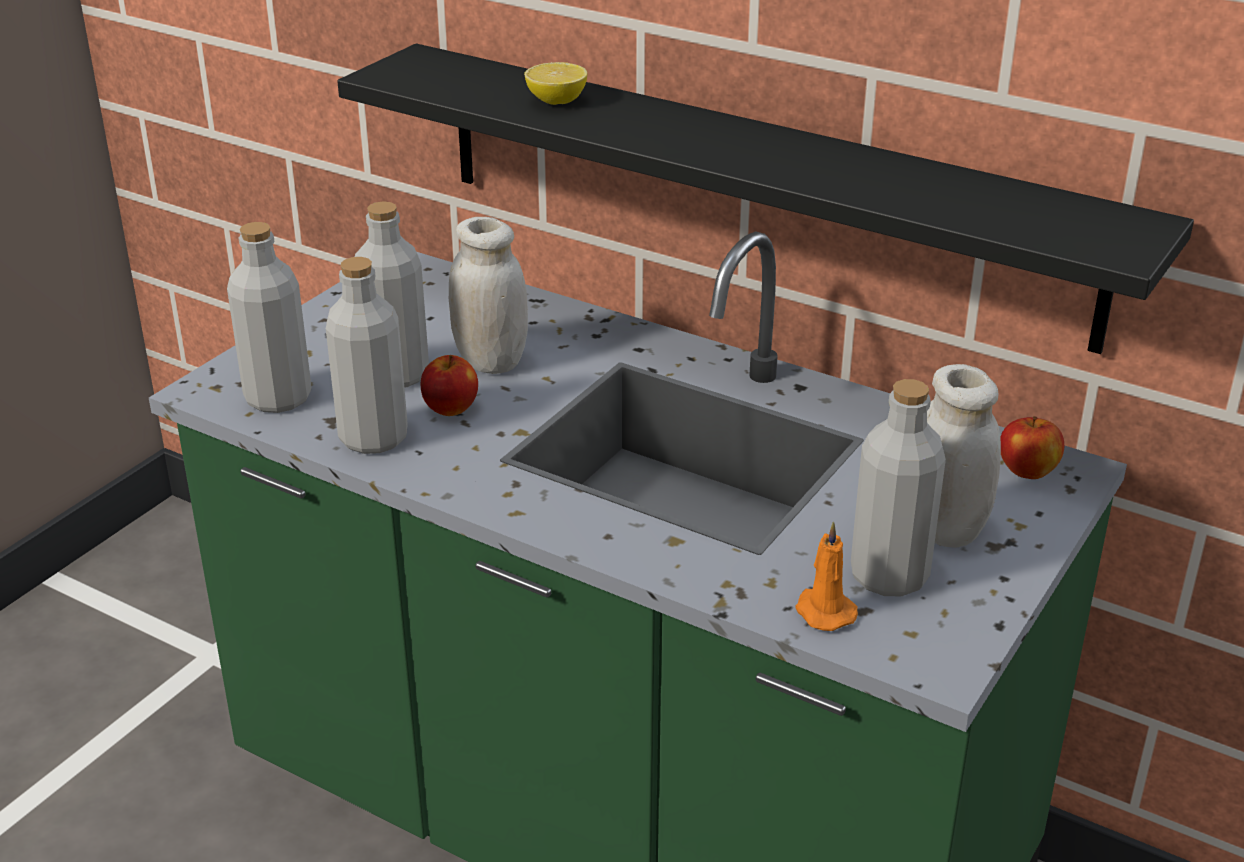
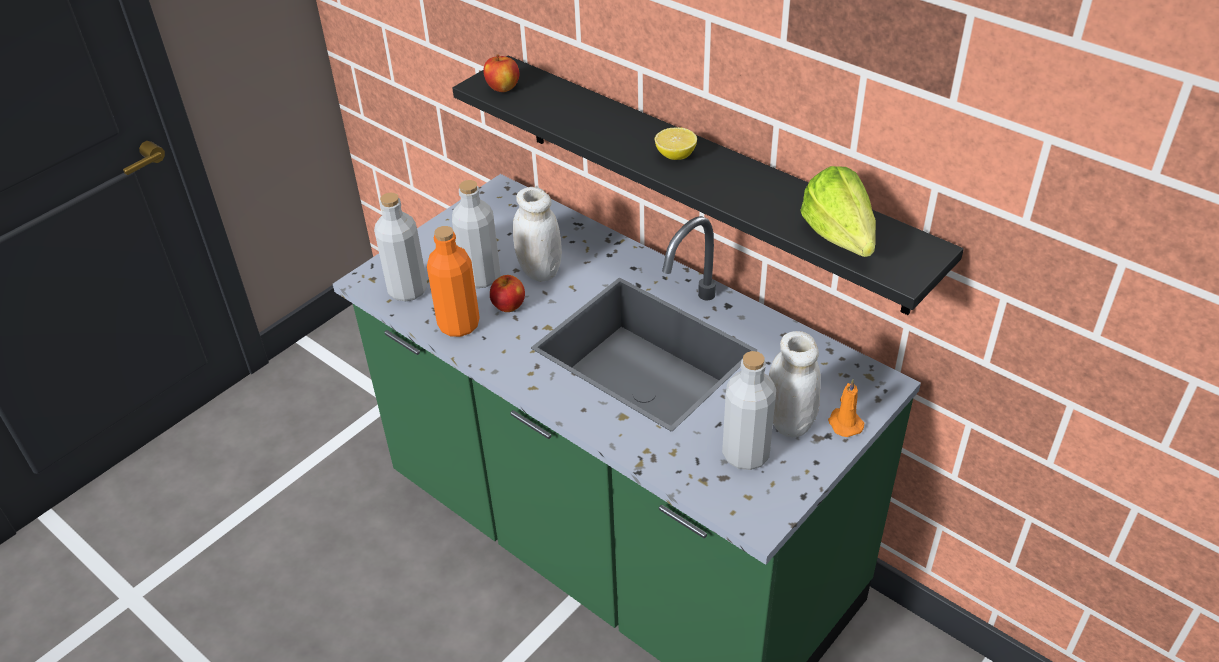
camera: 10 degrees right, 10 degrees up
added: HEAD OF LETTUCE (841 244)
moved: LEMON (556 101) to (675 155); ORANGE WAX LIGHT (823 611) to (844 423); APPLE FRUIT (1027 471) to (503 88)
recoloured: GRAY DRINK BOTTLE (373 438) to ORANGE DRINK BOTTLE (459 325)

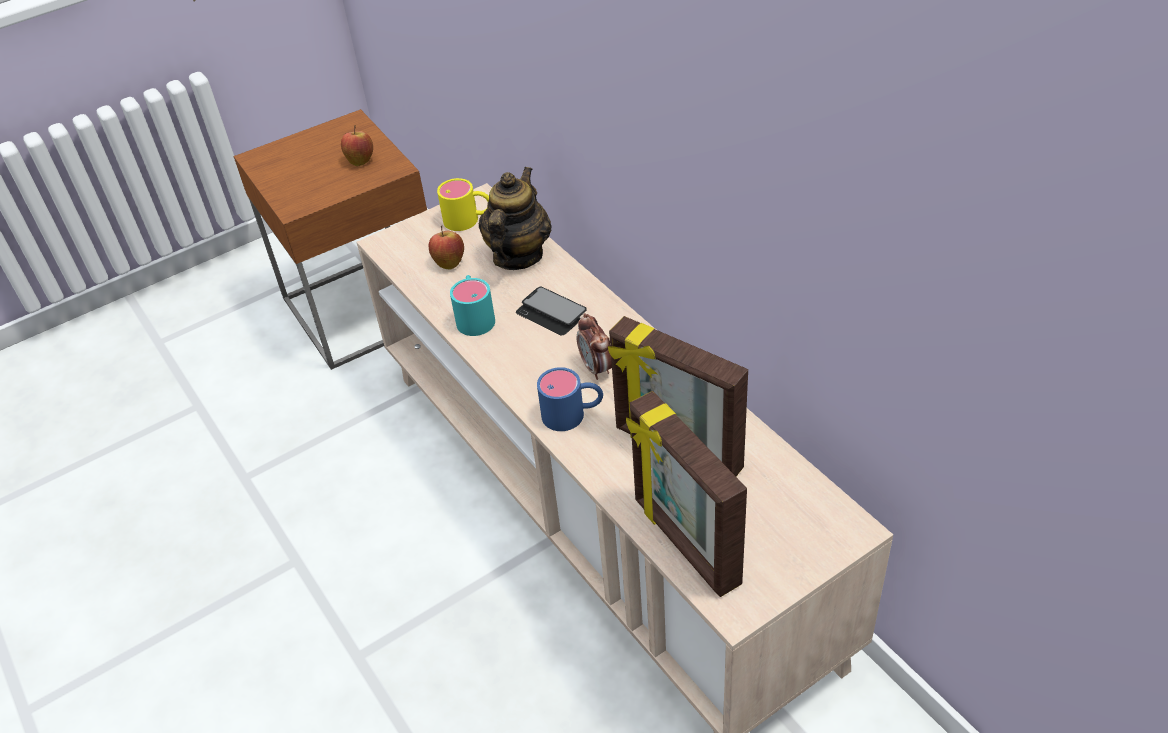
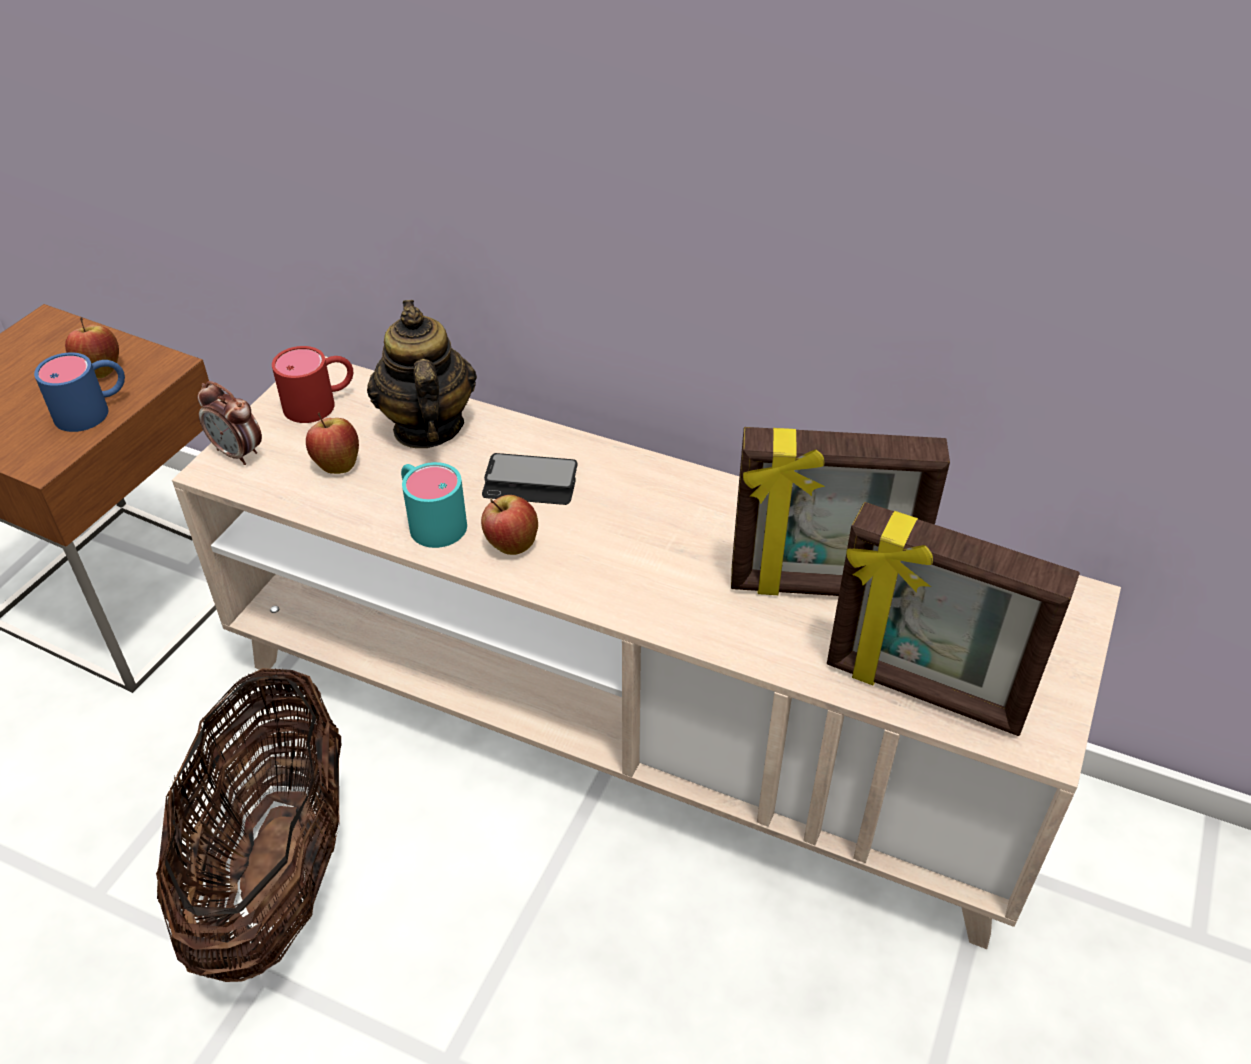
camera: 35 degrees left, 0 degrees up
added: STORAGE BASKET (276 870); APPLE FRUIT (511 545)
moved: BLUE-COLOURED TEA MUG (573 414) to (94 410); TABLE CLOCK (597 368) to (238 453)
recoloured: YELLOWISH TEA MUG (469 220) to RED-COLOURED TEA MUG (321 403)

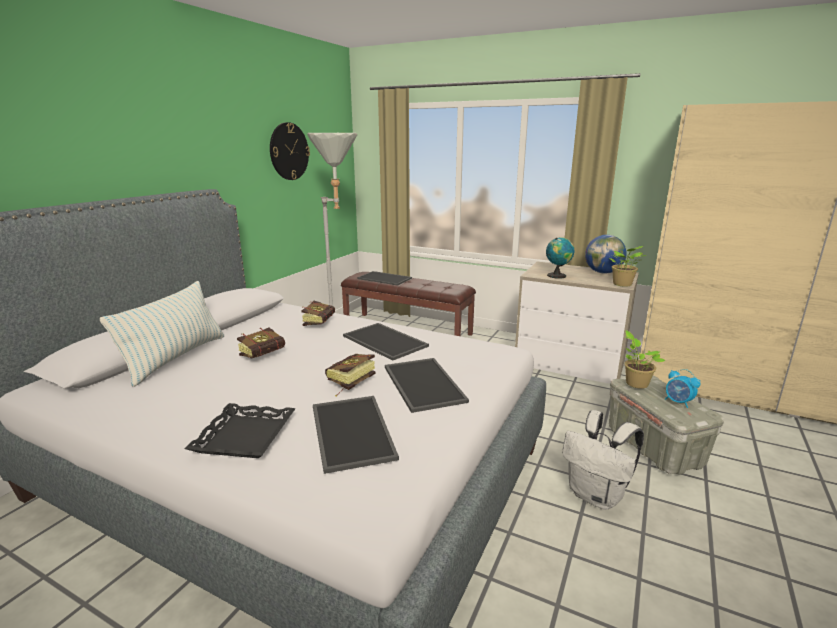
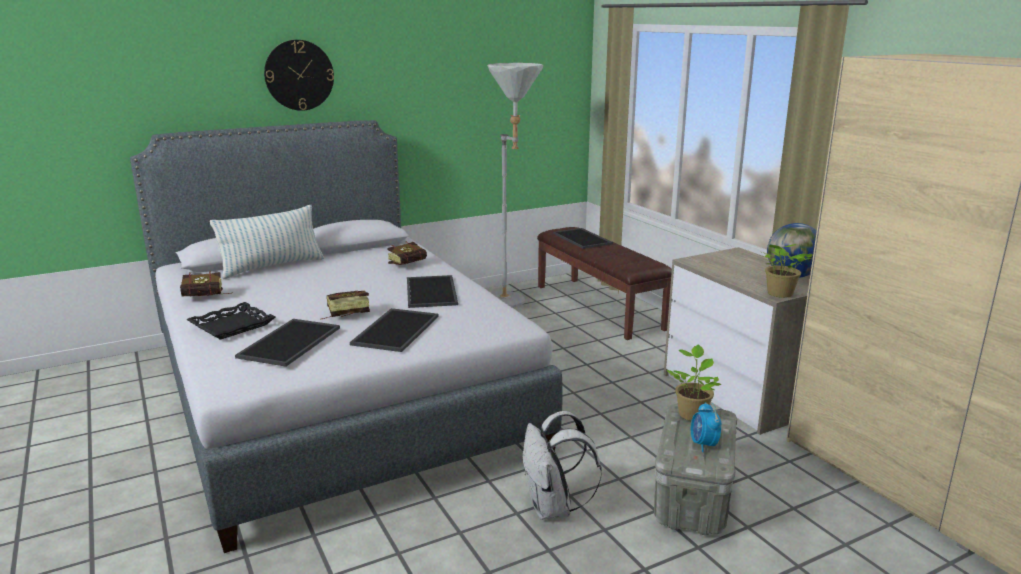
camera: 35 degrees right, 0 degrees up
removed: GLOBE (557 275)
moved: BOUND BOOK (267 354) to (208 297); HANGING CLOCK (289 151) to (299 75)

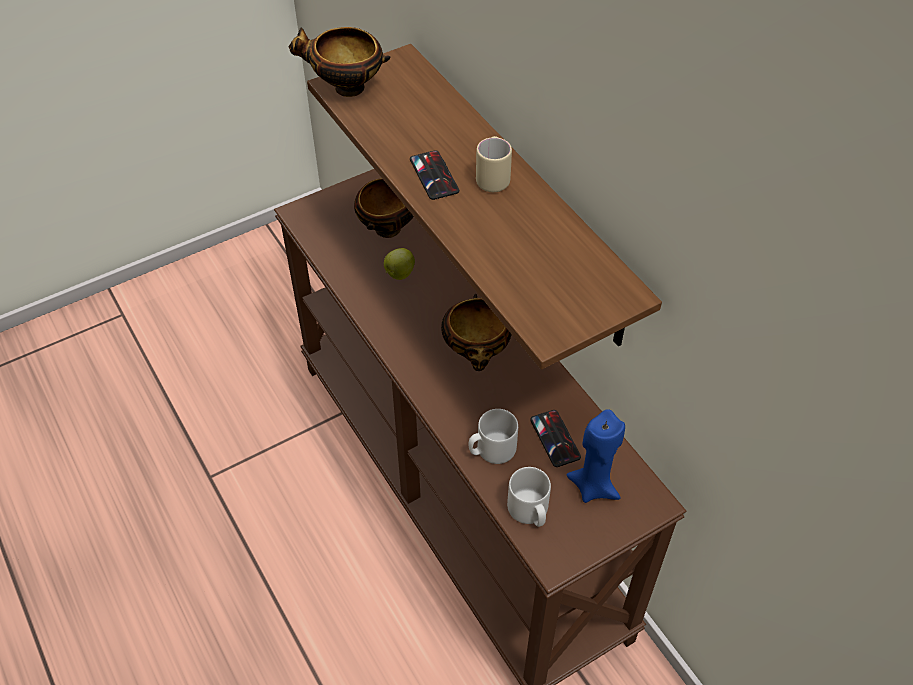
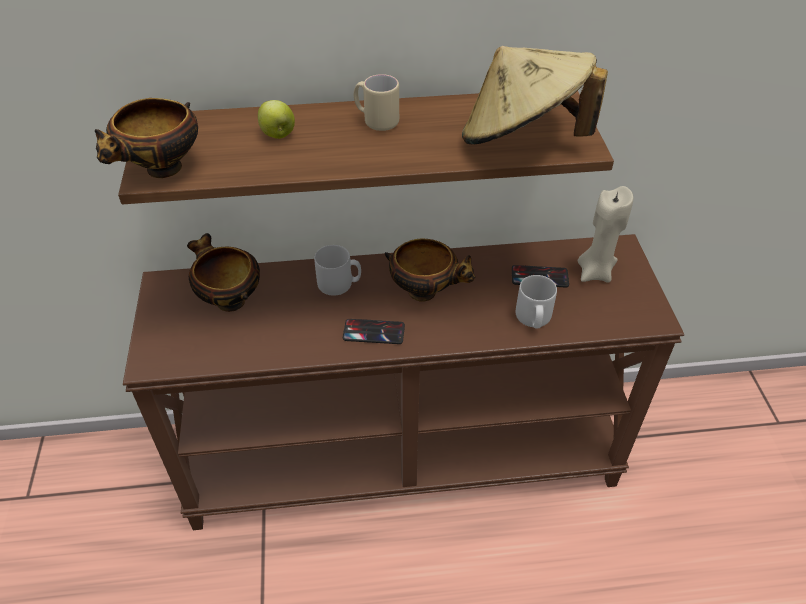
camera: 65 degrees left, 5 degrees down
added: BEIGE WEARABLE HAT (522 139)
moved: APPLE FRUIT (399 274) to (278 135); PHONE (434 175) to (374 332); GRAY TEA MUG (529 511) to (339 284)
recoloured: BLUE-COLOURED WAX LIGHT (593 486) to BEIGE WAX LIGHT (595 272)

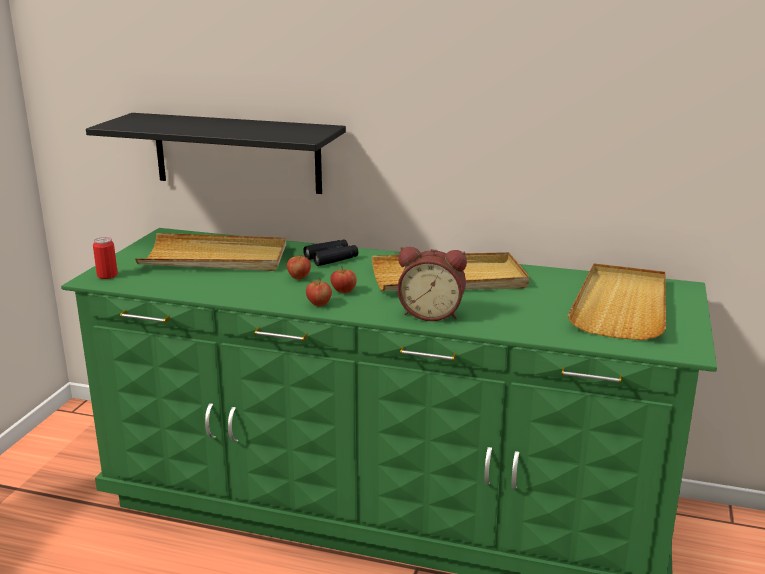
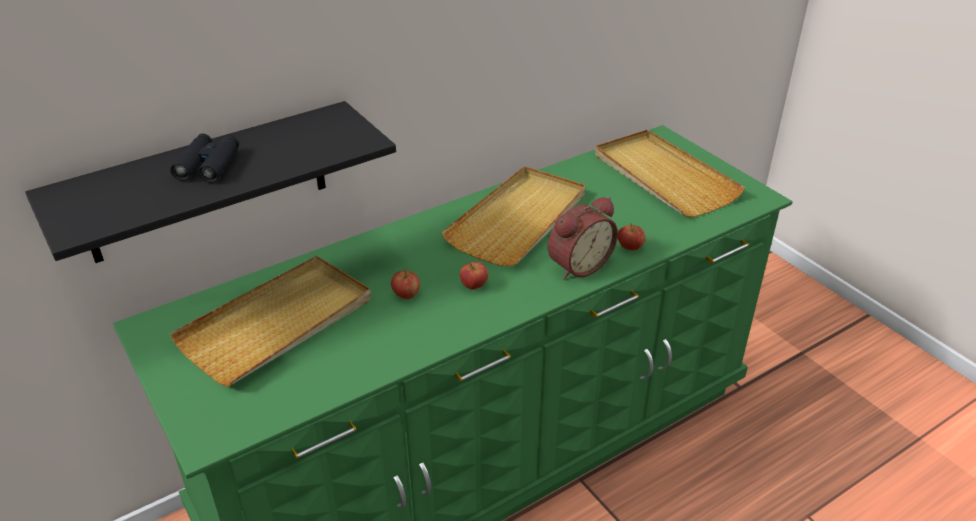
camera: 50 degrees left, 15 degrees up
removed: METAL CAN (107 275)
moved: BLACKISH BINOCULARS (331 258) to (208 165); APPLE FRUIT (319 304) to (630 247)

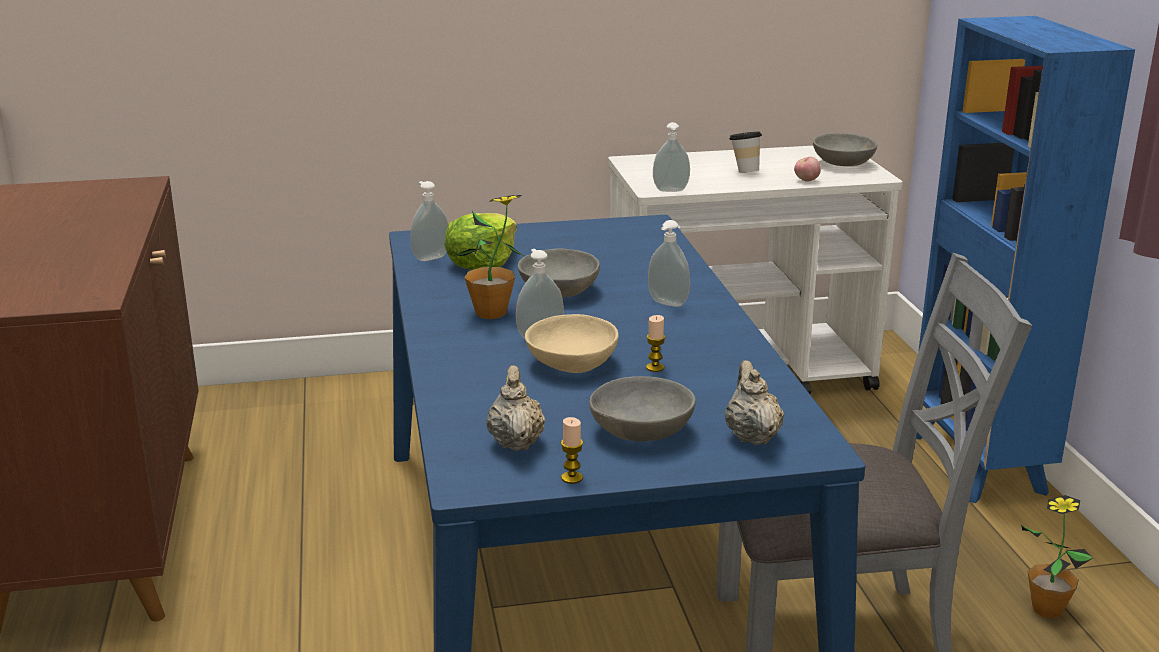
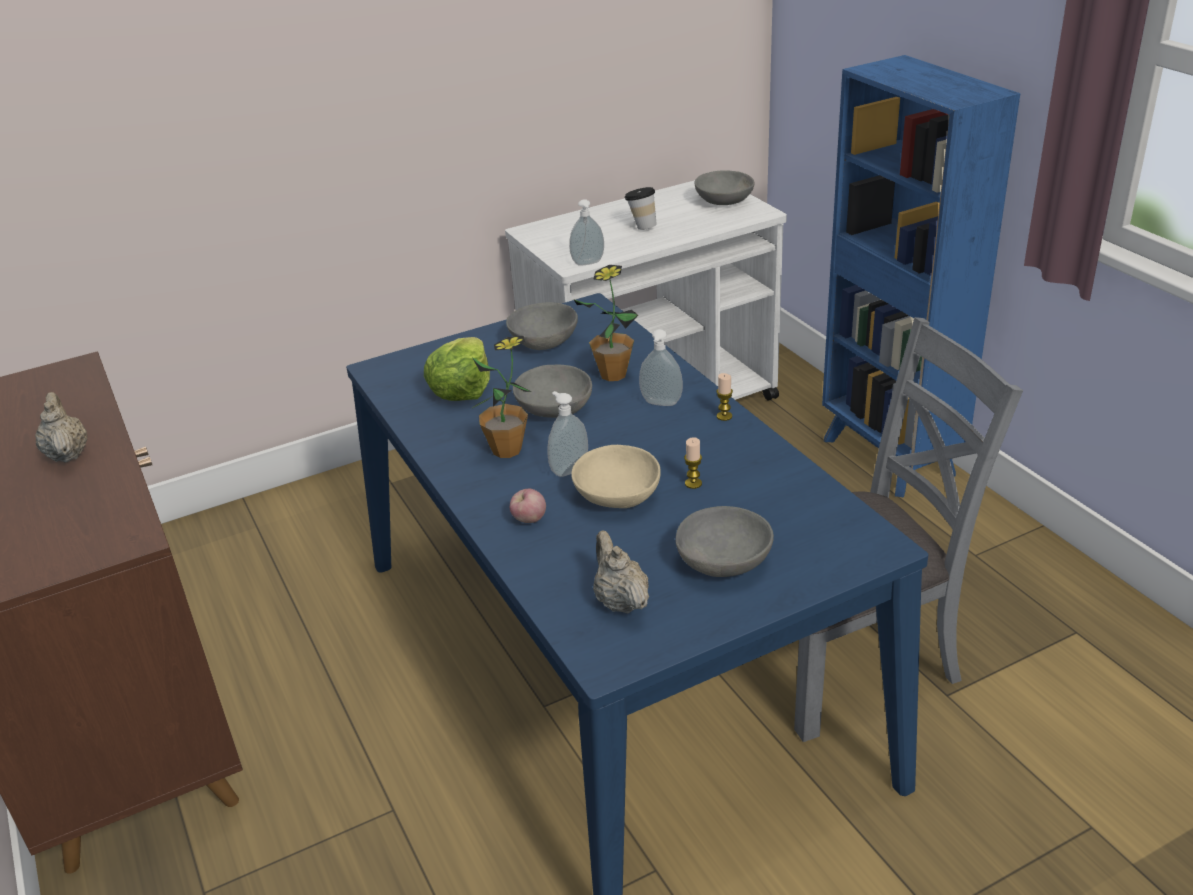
camera: 15 degrees left, 10 degrees up
removed: SOAP BOTTLE (430 257)
added: GRAY SERVING BOWL (543 342)
moved: WAX LIGHT (572 478) to (724 416); BEIGE POT FOR TEA (751 436) to (67 454); APPLE FRUIT (806 181) to (529 520); POTTED PLANT (1047 609) to (613 374)

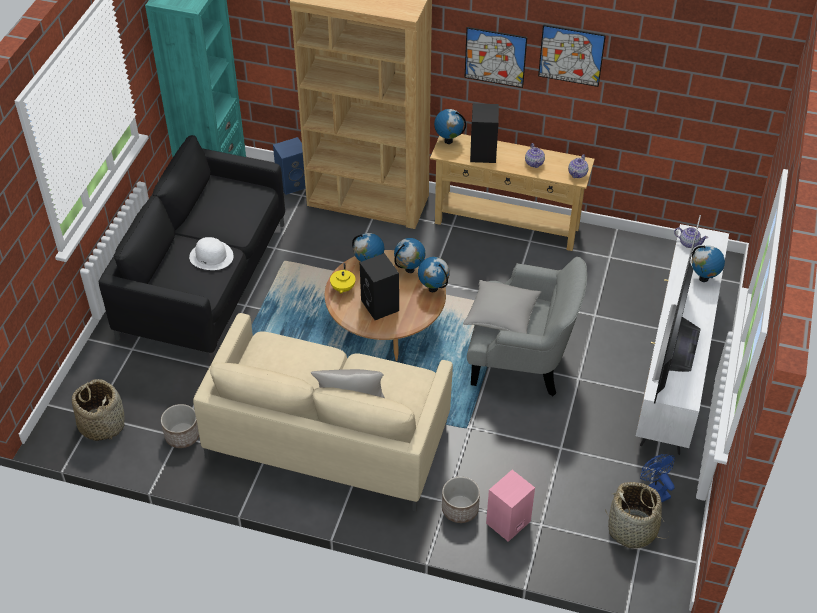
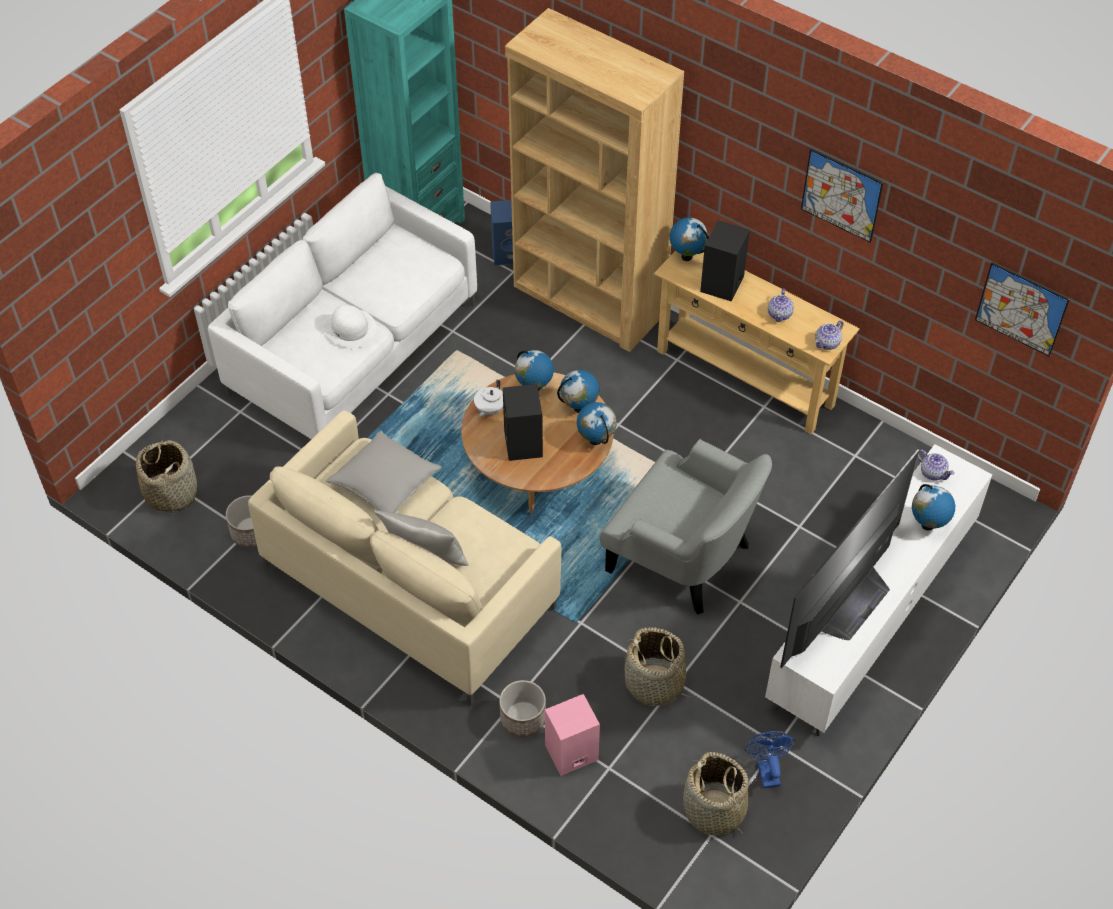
camera: 20 degrees right, 5 degrees up
added: STORAGE BASKET (654 683)
moved: GRAY THROW PILLOW (501 316) to (385 483); PICTURE (495 57) to (1021 309)
recoloured: BLACKISH SETTEE (204 281) to WHITE SETTEE (353 351); YELLOWISH POT FOR TEA (342 288) to WHITE POT FOR TEA (489 410)

